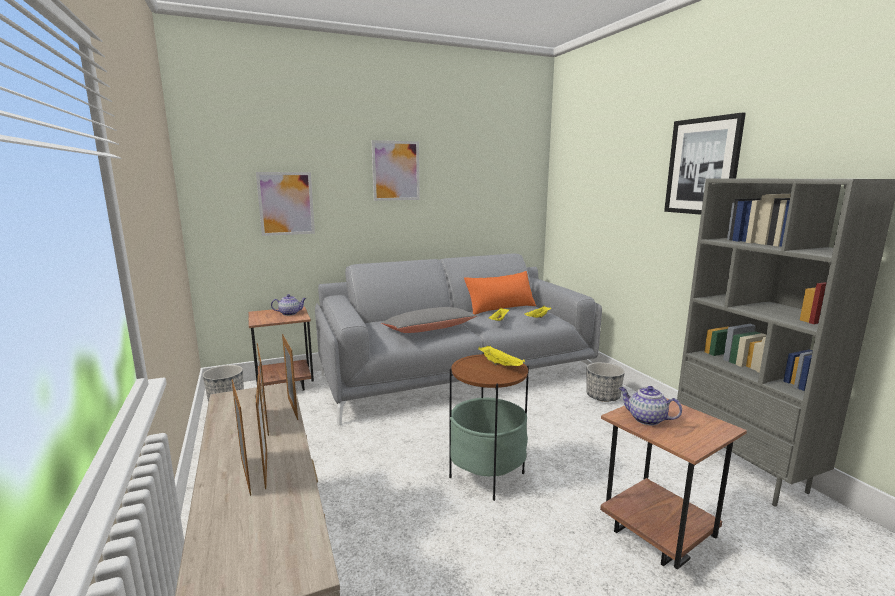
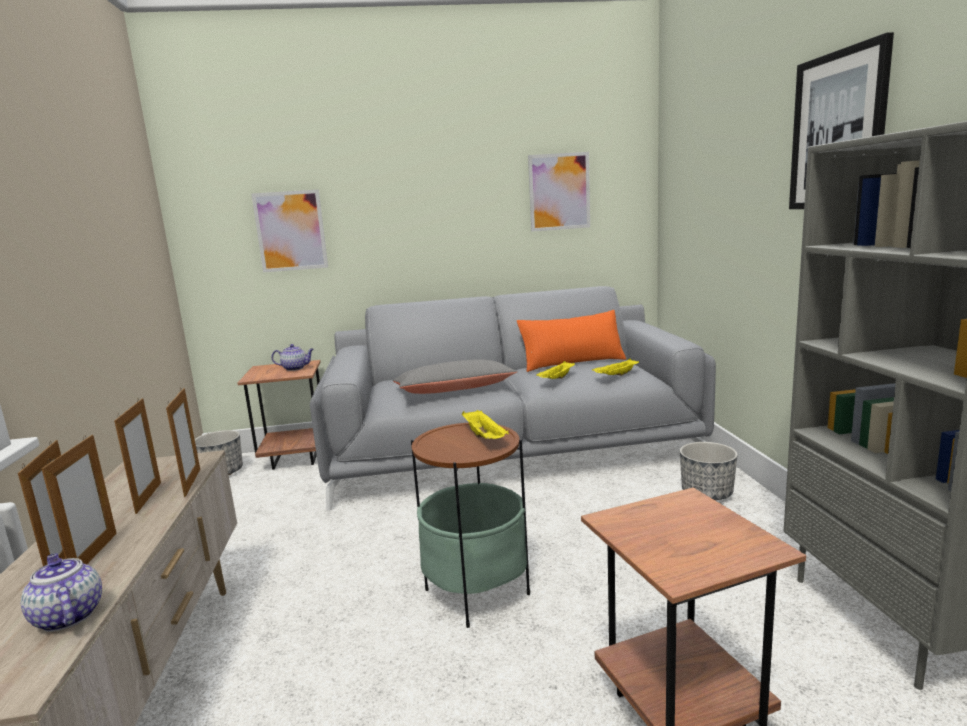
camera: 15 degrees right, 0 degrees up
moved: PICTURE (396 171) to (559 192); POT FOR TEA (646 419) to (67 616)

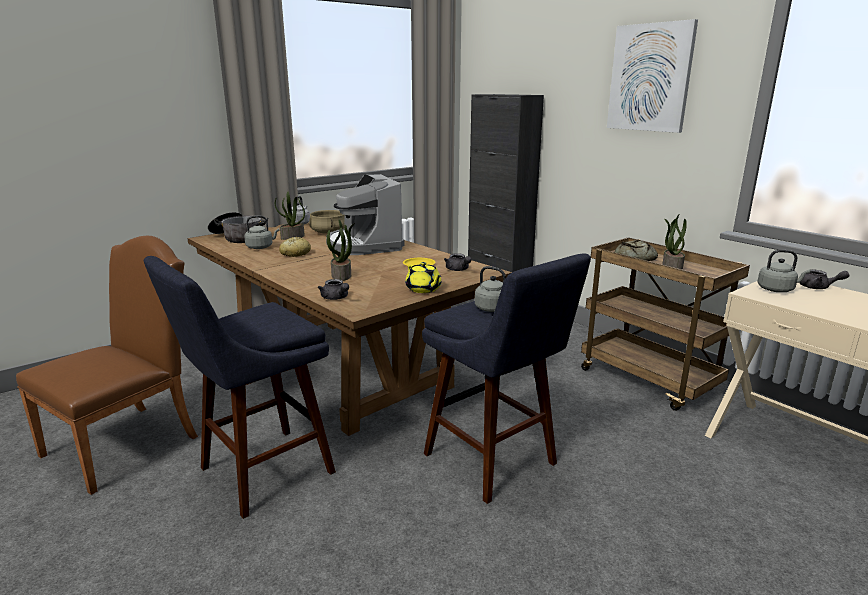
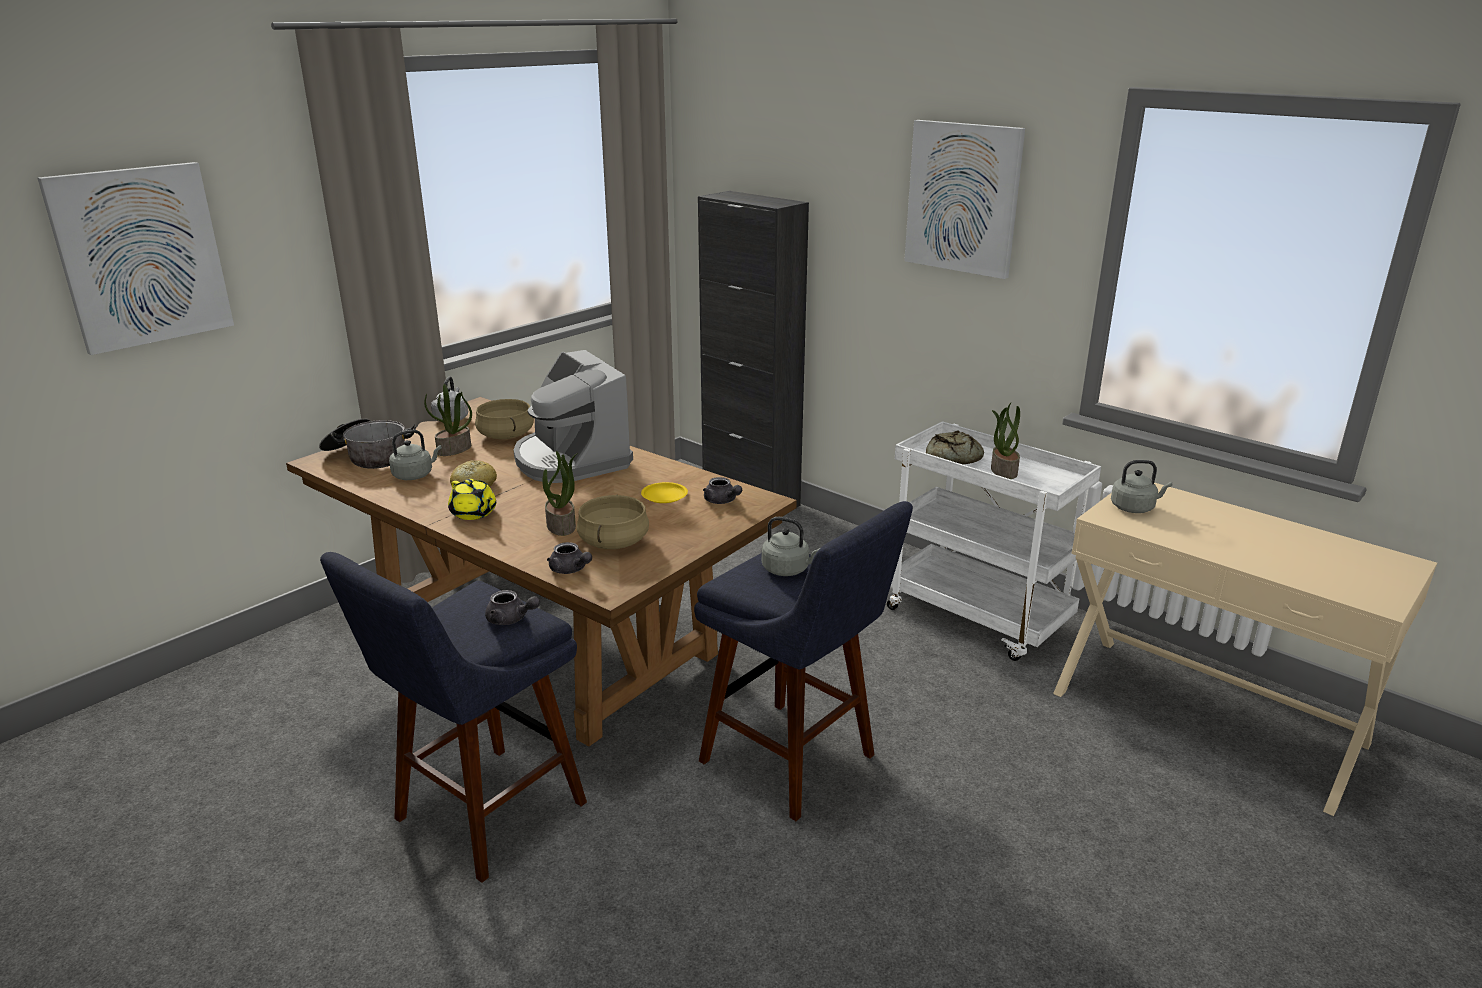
camera: 10 degrees left, 5 degrees up
removed: BROWNISH CHAIR (130 441)
added: PICTURE (141 256); BEIGE SAUCEPOT (613 542)
moved: YELLOWISH POT FOR TEA (423 289) to (474 513); GRAY POT FOR TEA (818 287) to (511 619)
recoloured: BROWNISH TROLLEY (649 380) to WHITE TROLLEY (978 618)

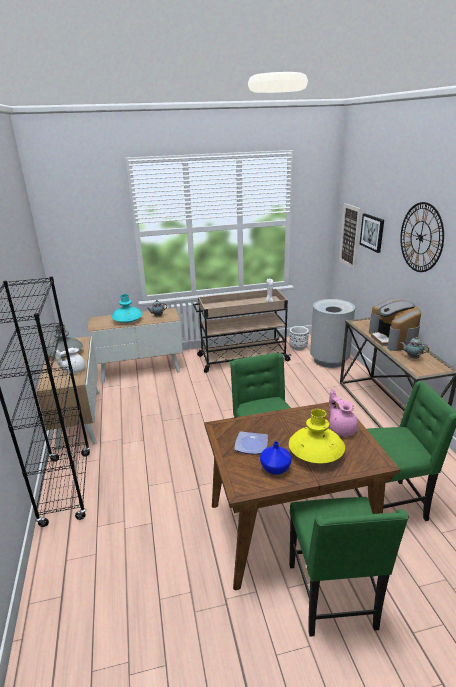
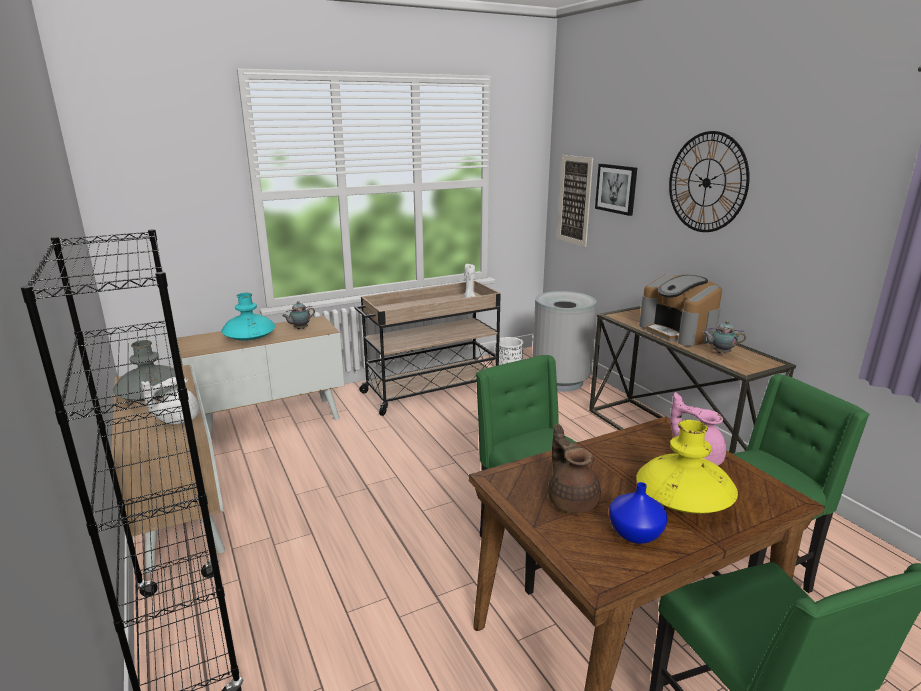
camera: 15 degrees left, 5 degrees down
replaced: PLATE (252 444) to BROWNISH POT FOR TEA (572 500)

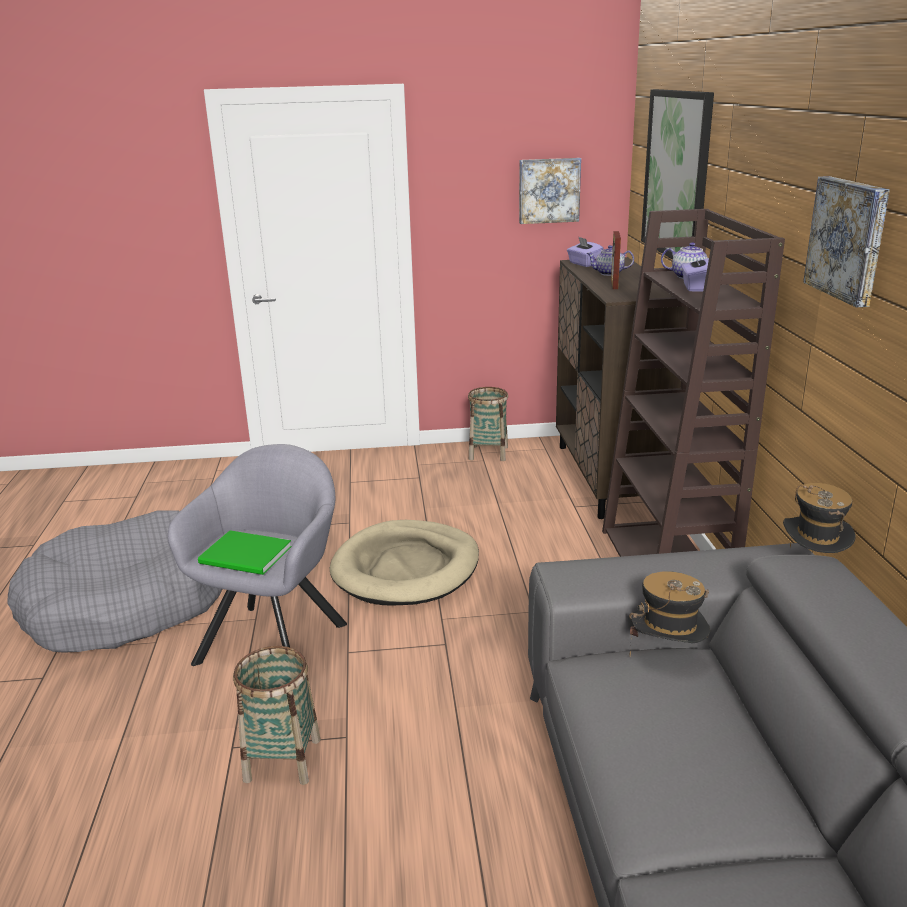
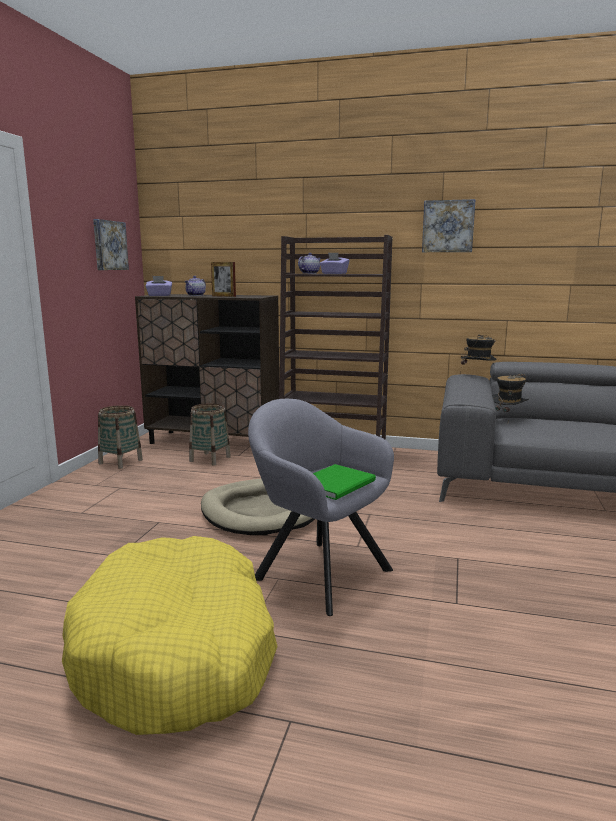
camera: 70 degrees left, 10 degrees down
removed: PICTURE (677 175)
moved: STORAGE BASKET (283 759) to (210 459)
recoloured: GRAY DOG CUSHION (126 603) to YELLOWISH DOG CUSHION (177 653)

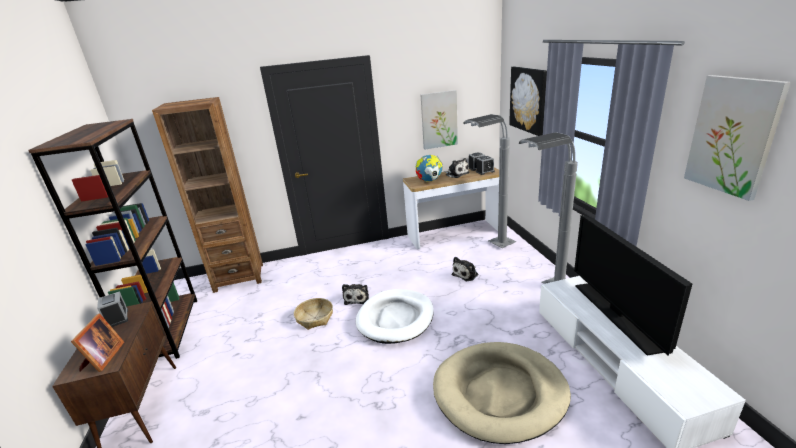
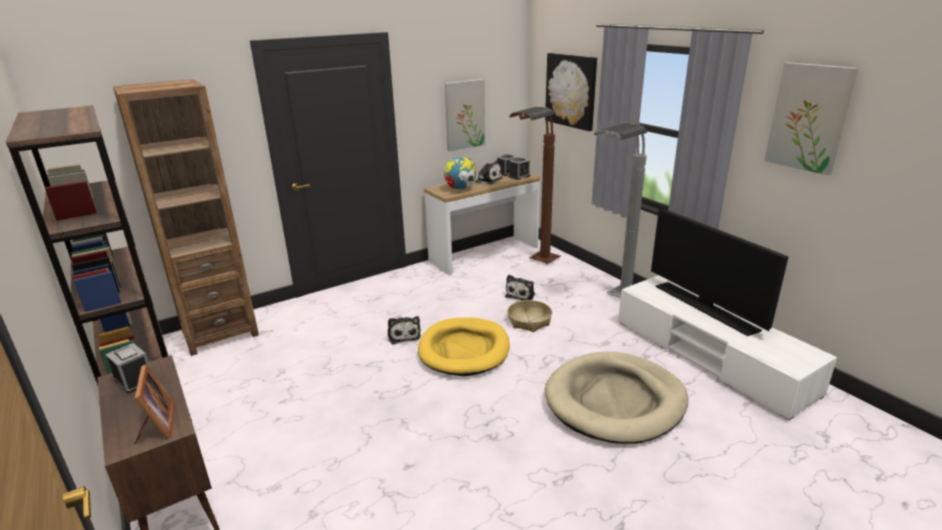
camera: 20 degrees left, 0 degrees up
moved: STORAGE BASKET (314 318) to (529 321)
recoloured: WHITE DOG CUSHION (395 318) to YELLOWISH DOG CUSHION (464 349); GRAY FLOOR LAMP (491 248) to BROWNISH FLOOR LAMP (536 265)

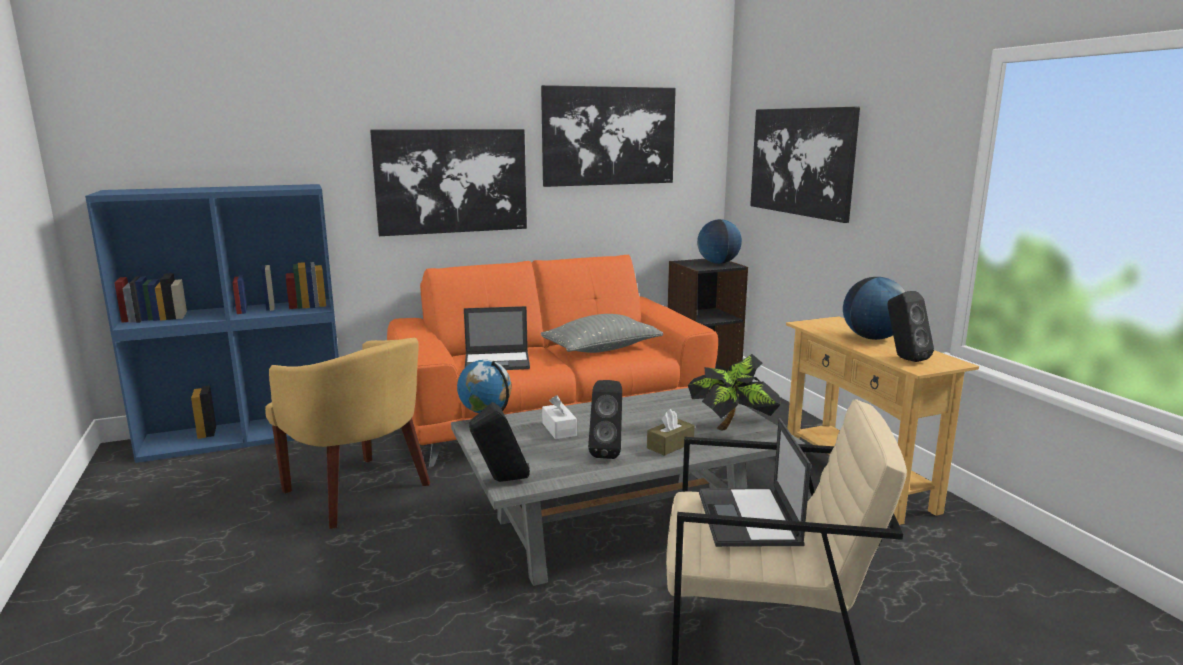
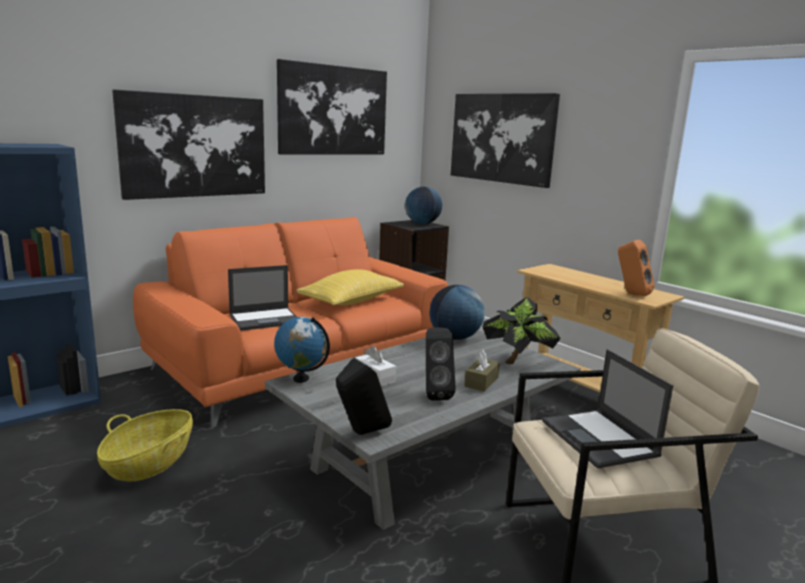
camera: 20 degrees left, 0 degrees up
moved: GLOBE (872 338) to (455 338)
replaced: YELLOWISH ARMCHAIR (358 492) to STORAGE BASKET (149 463)
recoloured: GRAY THROW PILLOW (601 349) to YELLOWISH THROW PILLOW (351 302); BLACKISH LOUDSPEAKER (903 358) to ORANGE LOUDSPEAKER (631 294)

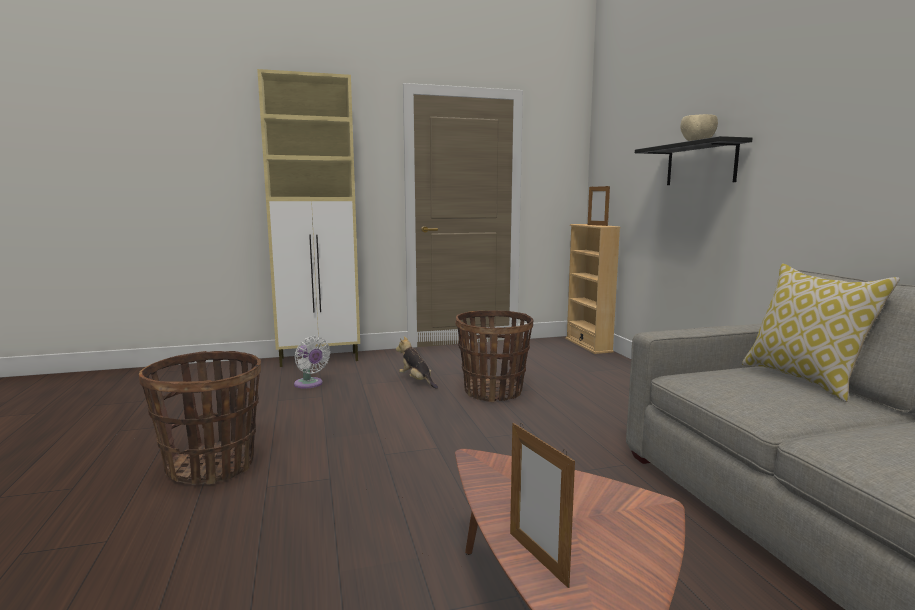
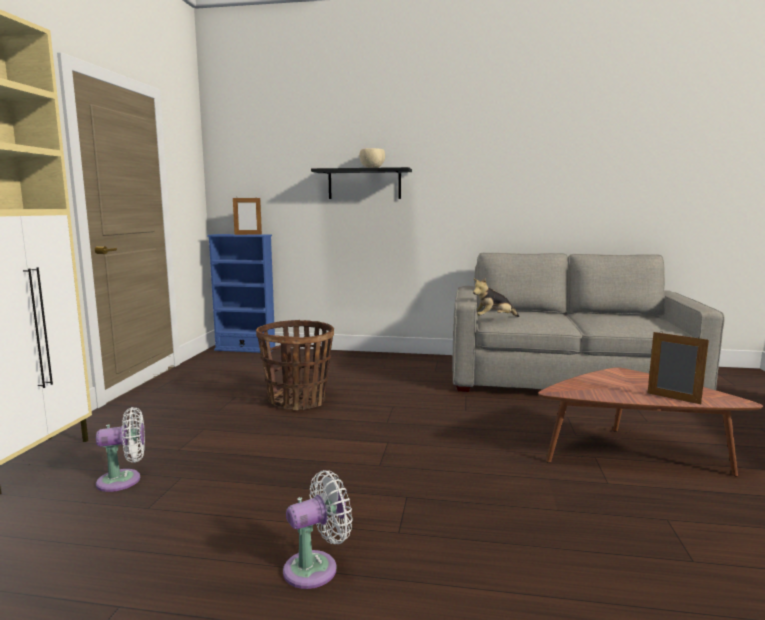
camera: 65 degrees left, 0 degrees up
removed: THROW PILLOW (804 380)
moved: SOFT TOY (416 381) to (493 318)
replaced: STORAGE BASKET (212 466) to WHITE COOLING FAN (316 568)
recoloured: BEIGE BOOKCASE (588 345) to BLUE-COLOURED BOOKCASE (245 349)
turned: PHOTO FRAME (537 558) = (673 398) 135 degrees counterclockwise

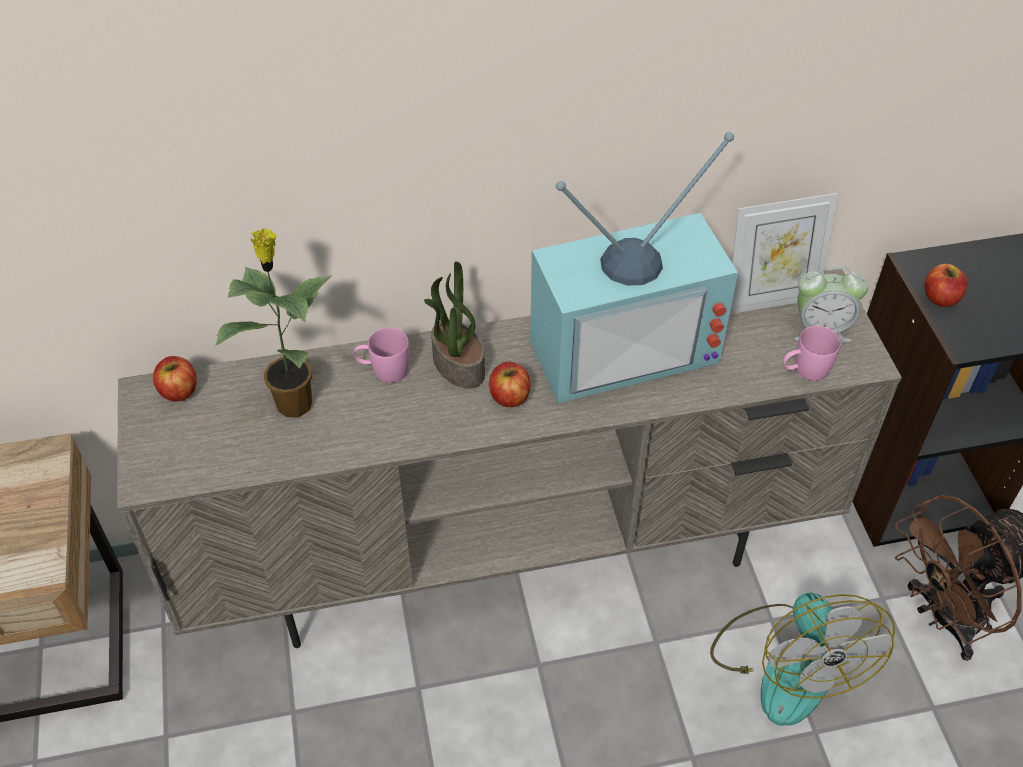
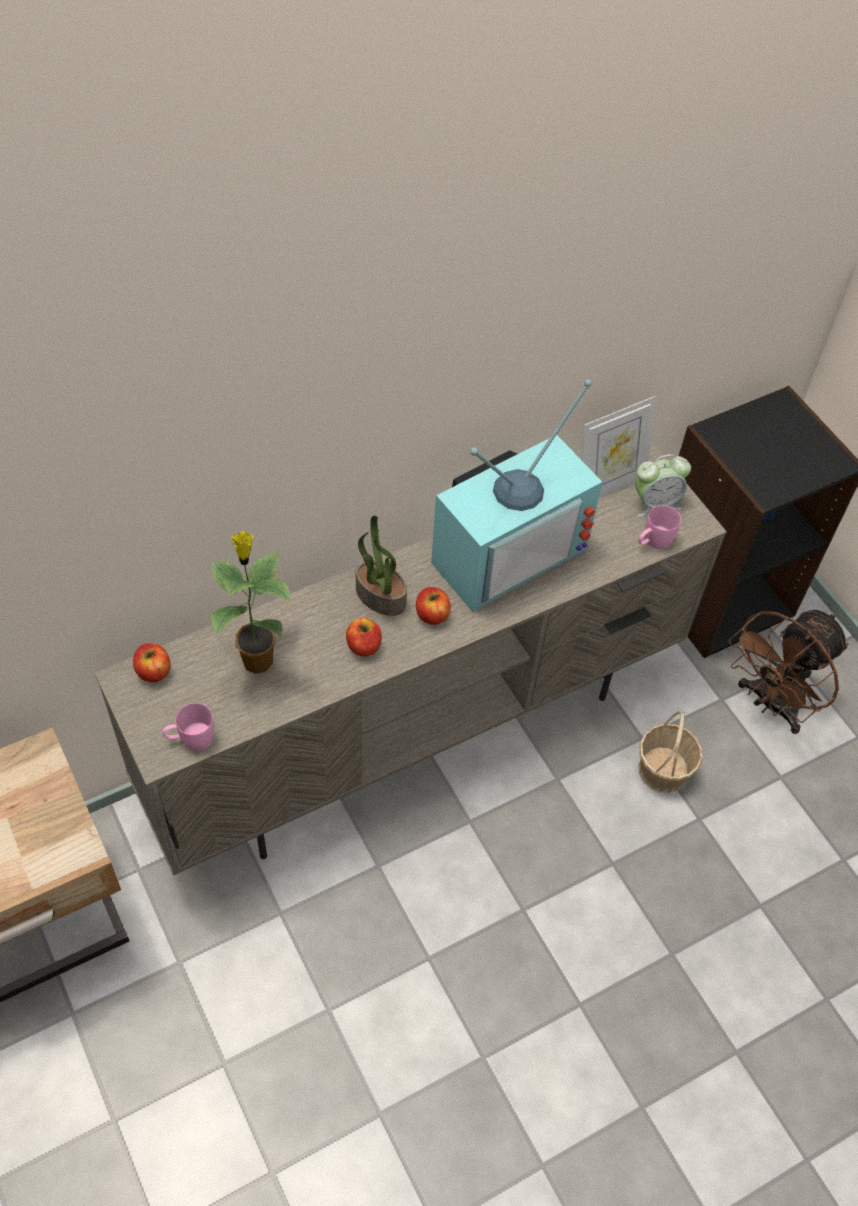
camera: 20 degrees left, 5 degrees up
moved: PINK TEA MUG (383 370) to (190 739); APPLE FRUIT (940 298) to (364 646)
replaced: COOLING FAN (787 663) to STORAGE BASKET (663 770)

